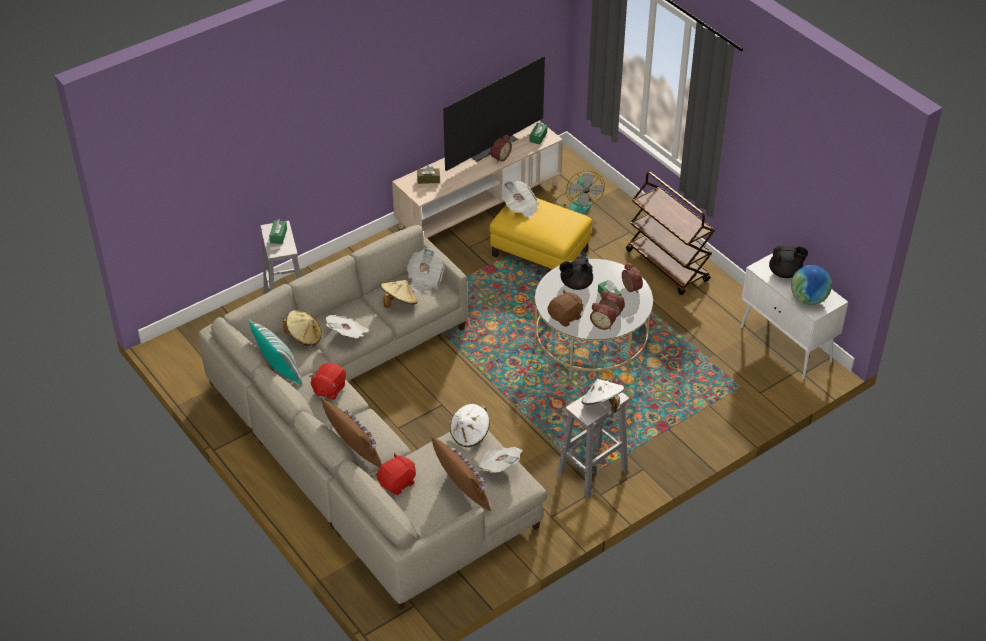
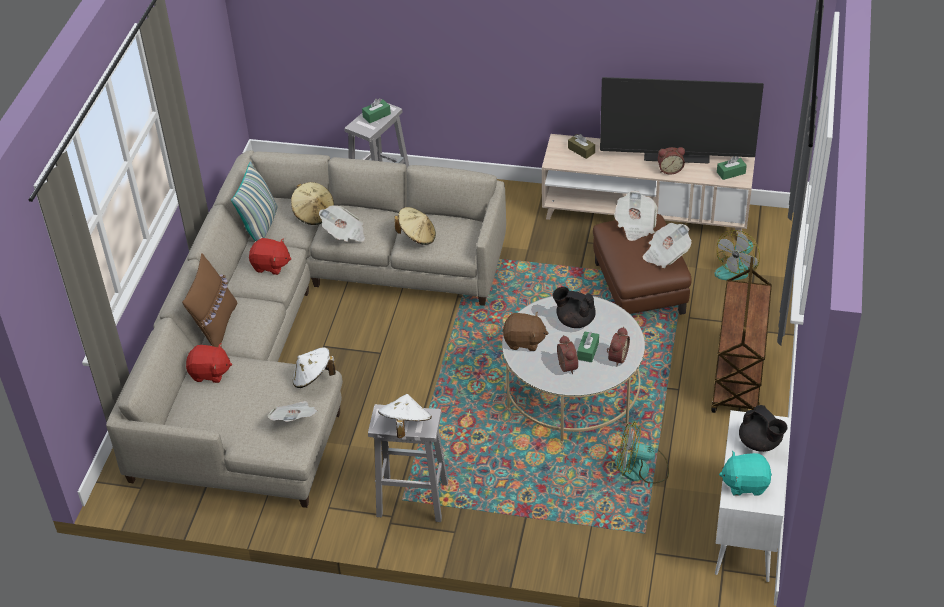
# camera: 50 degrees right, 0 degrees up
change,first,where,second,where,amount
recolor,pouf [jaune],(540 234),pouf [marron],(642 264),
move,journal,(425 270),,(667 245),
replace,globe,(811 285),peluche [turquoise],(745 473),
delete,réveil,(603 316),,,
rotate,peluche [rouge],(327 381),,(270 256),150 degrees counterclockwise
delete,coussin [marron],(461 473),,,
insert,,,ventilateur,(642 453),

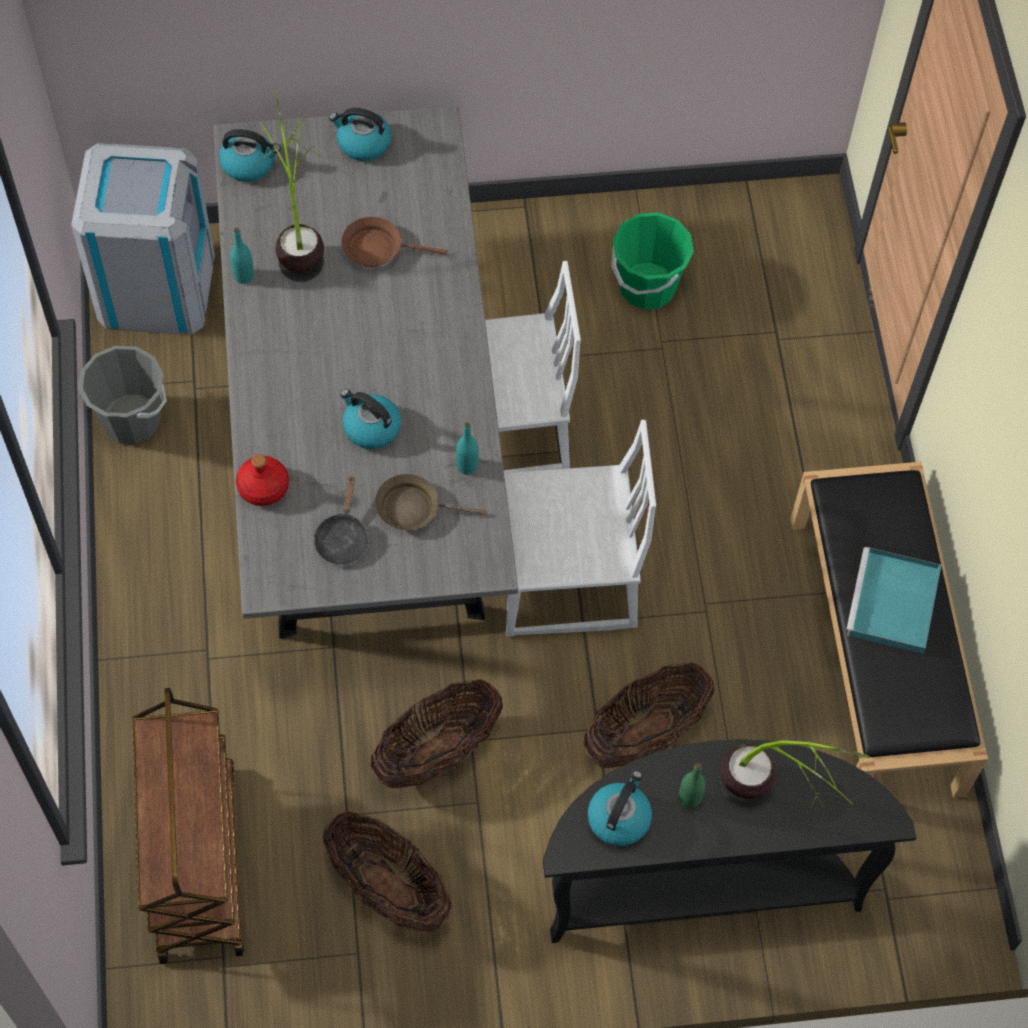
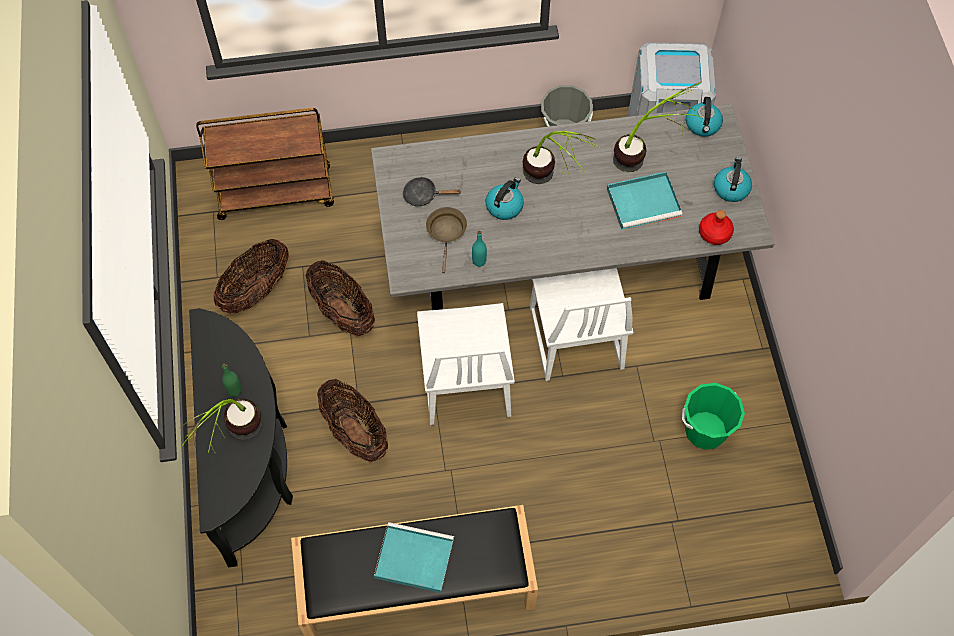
# camera: 90 degrees right, 0 degrees up
change,first,where,second,where,amount
replace,poêle [marron],(394 242),plateau [turquoise],(645 200),
delete,bouteille [turquoise],(242 256),,,
move,bouteille [rouge],(262 480),,(716 227),
delete,bouilloire,(619 808),,,
insert,,,plante en pot,(561 157),

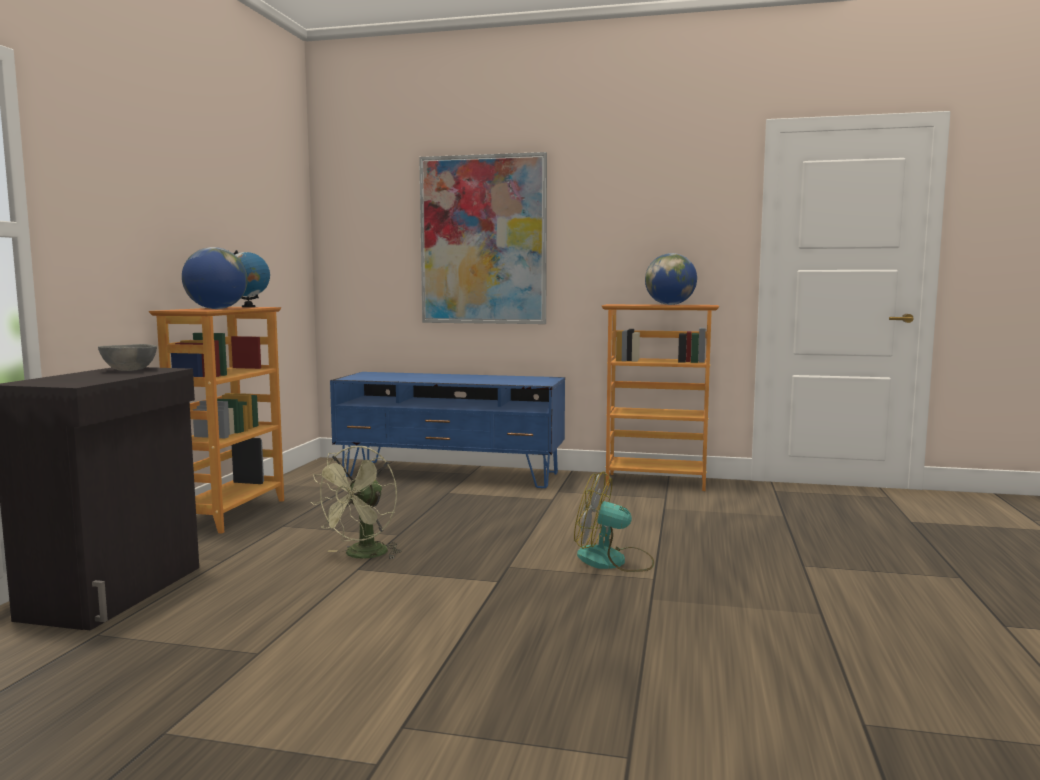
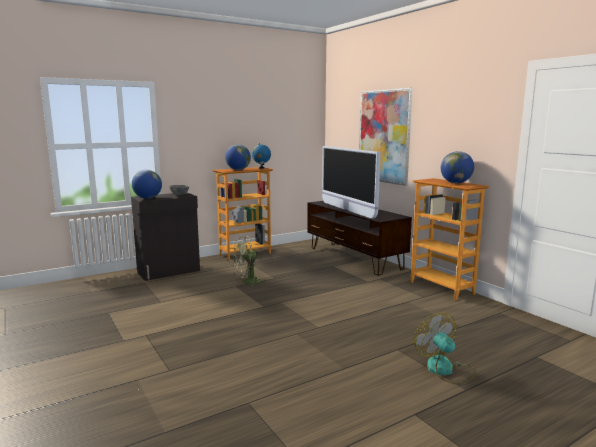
# camera: 45 degrees right, 5 degrees up
change,first,where,second,where,amount
recolor,meuble télé [bleu],(447 430),meuble télé [marron],(359 238),
move,ventilateur,(614 522),,(445 349),
insert,,,téléviseur,(351 182),
insert,,,globe,(147 184),

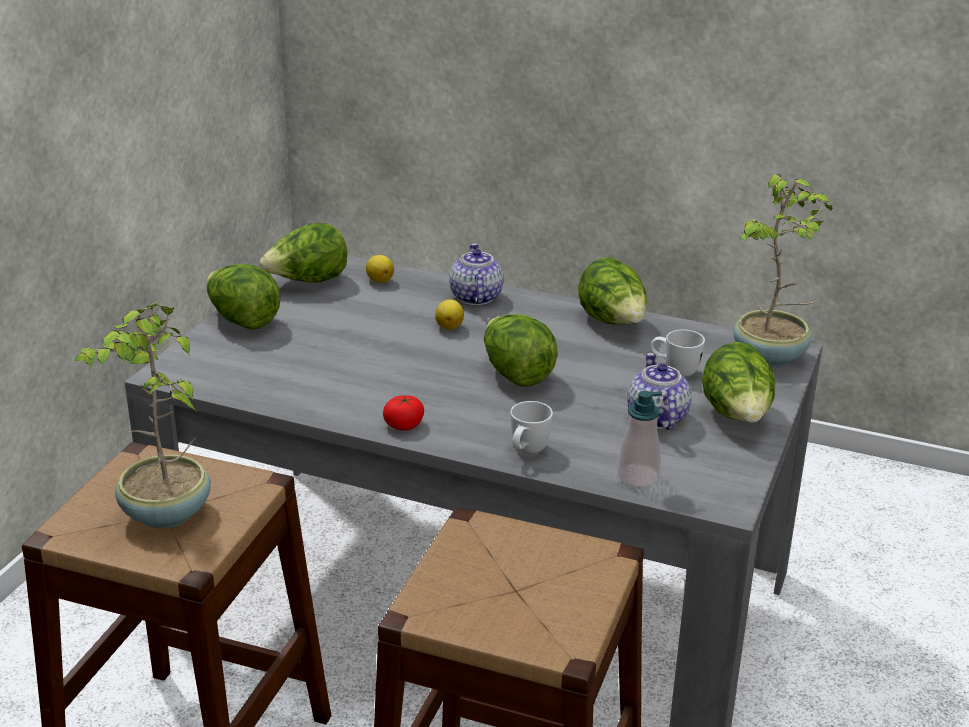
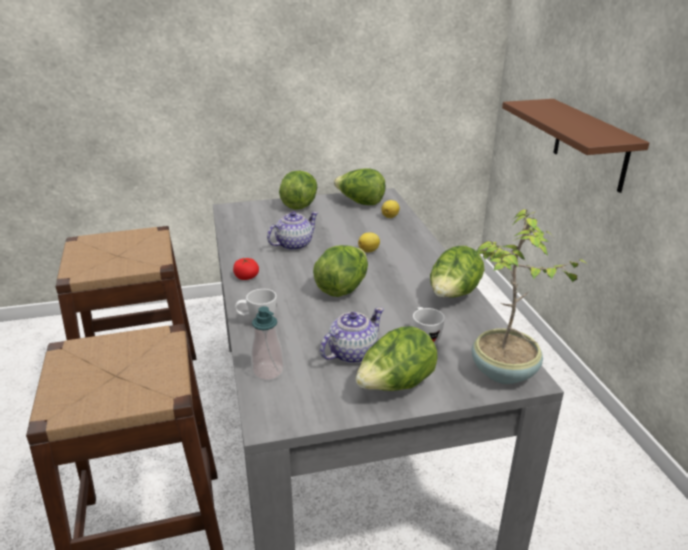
# camera: 55 degrees right, 0 degrees up
change,first,where,second,where,amount
move,théière,(476 274),,(292 231),
delete,plante en pot,(142 414),,,
insert,,,étagère [marron],(575 146),

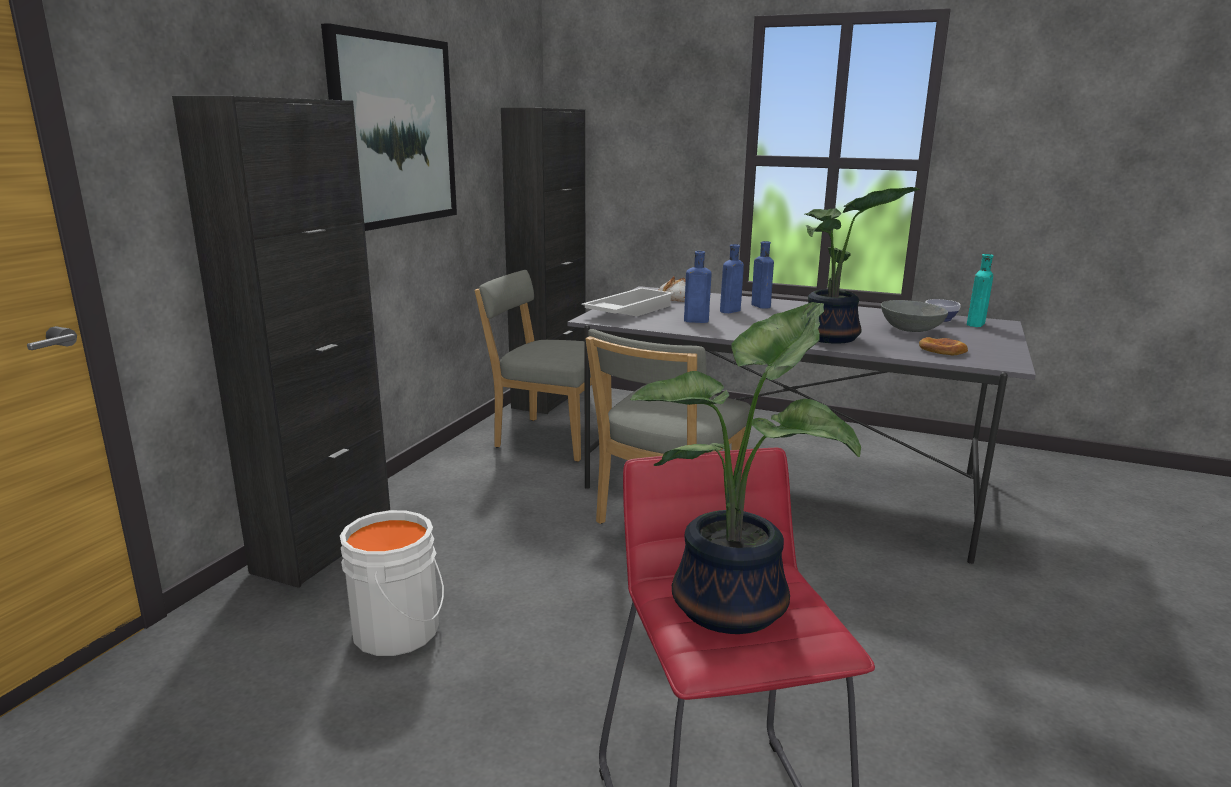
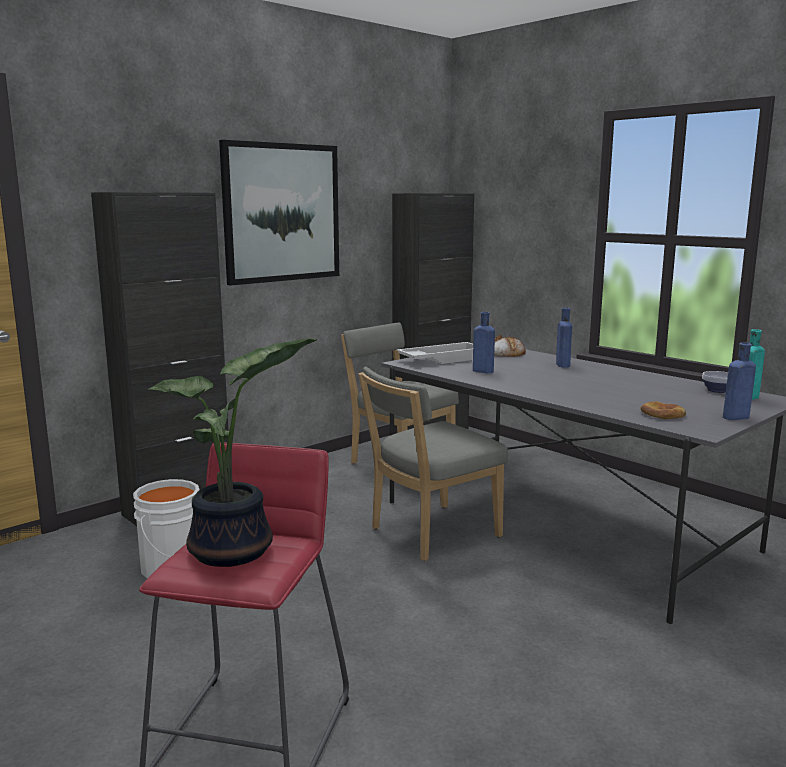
# camera: 25 degrees right, 5 degrees down
change,first,where,second,where,amount
delete,plante en pot,(862 265),,,
move,bouteille [bleu],(732 278),,(739 381),
delete,bol [gris],(914 316),,,

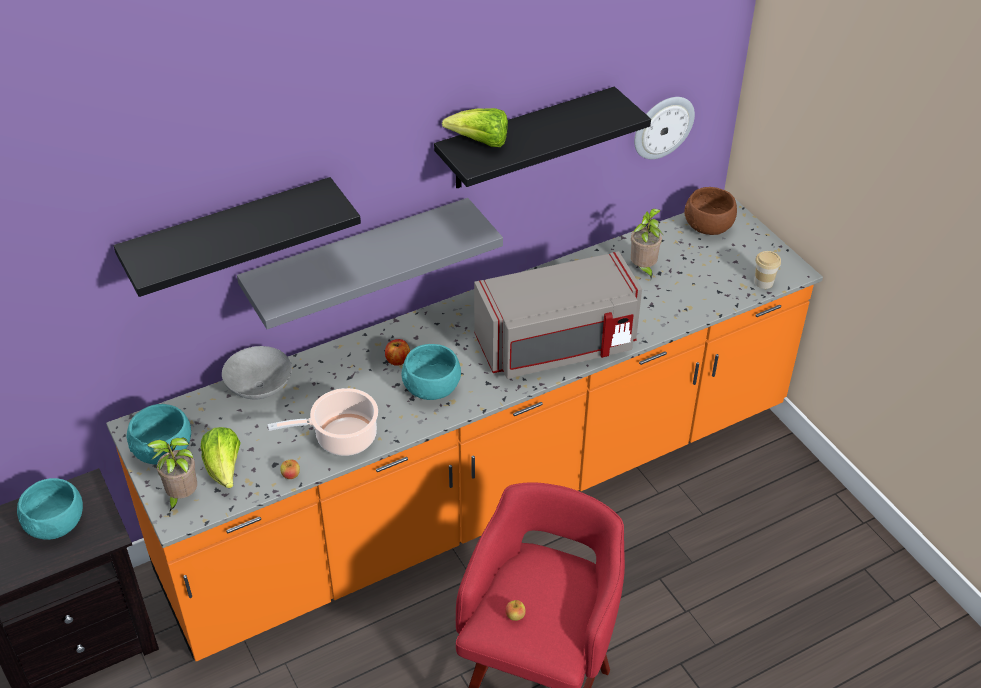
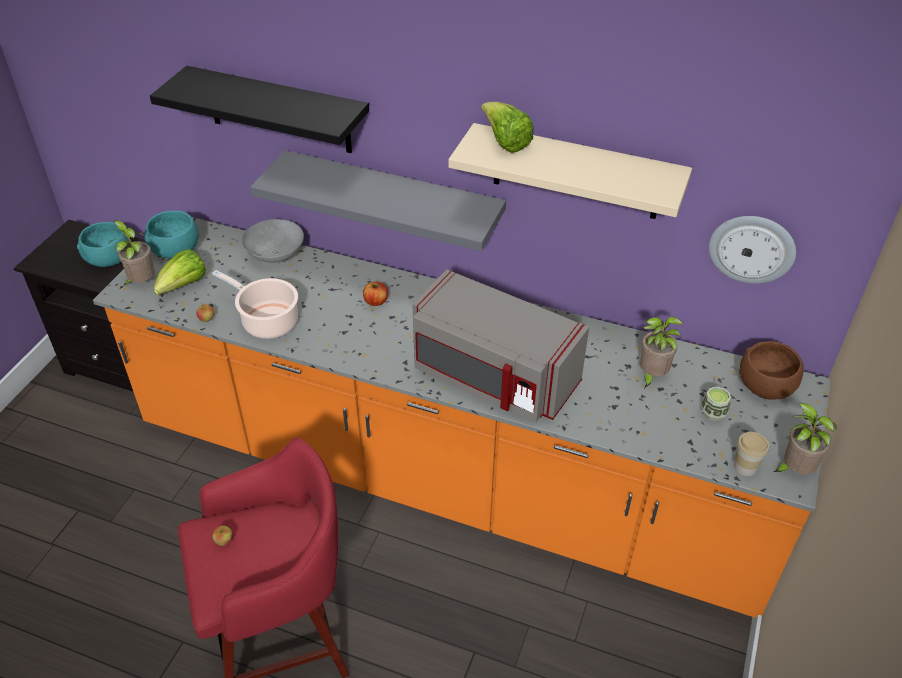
# camera: 50 degrees right, 0 degrees up
change,first,where,second,where,amount
recolor,étagère [noir],(542 137),étagère [beige],(570 171),
delete,bol [turquoise],(431 372),,,
insert,,,tasse,(716 403),
insert,,,plante en pot,(805 438),

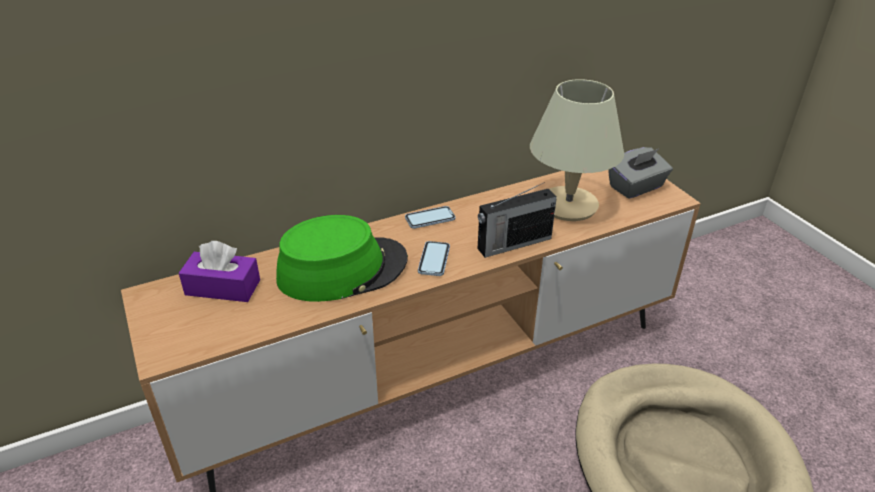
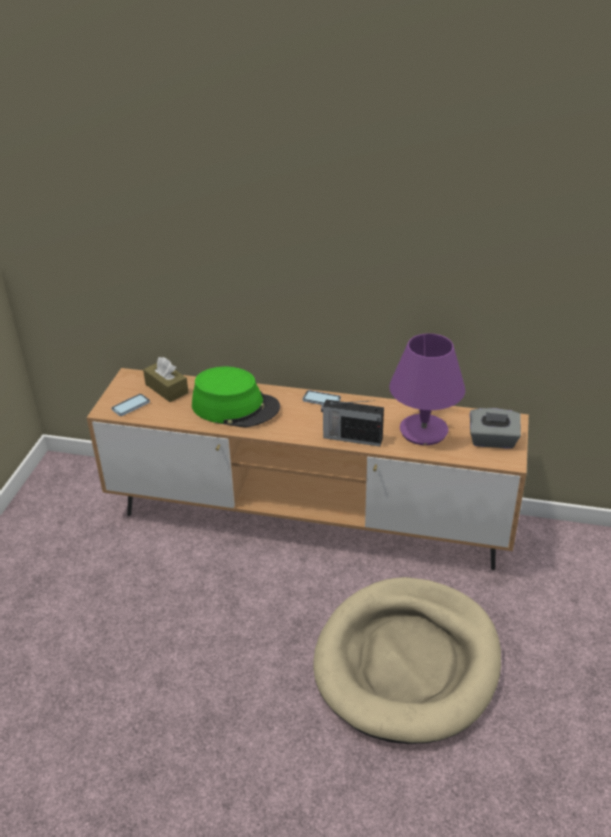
# camera: 40 degrees right, 0 degrees up
change,first,where,second,where,amount
recolor,lampe de table [beige],(577 150),lampe de table [violet],(427 389),
recolor,boîte à mouchoirs [violet],(219 271),boîte à mouchoirs [marron],(166 379),
move,téléphone,(434 258),,(130 405),

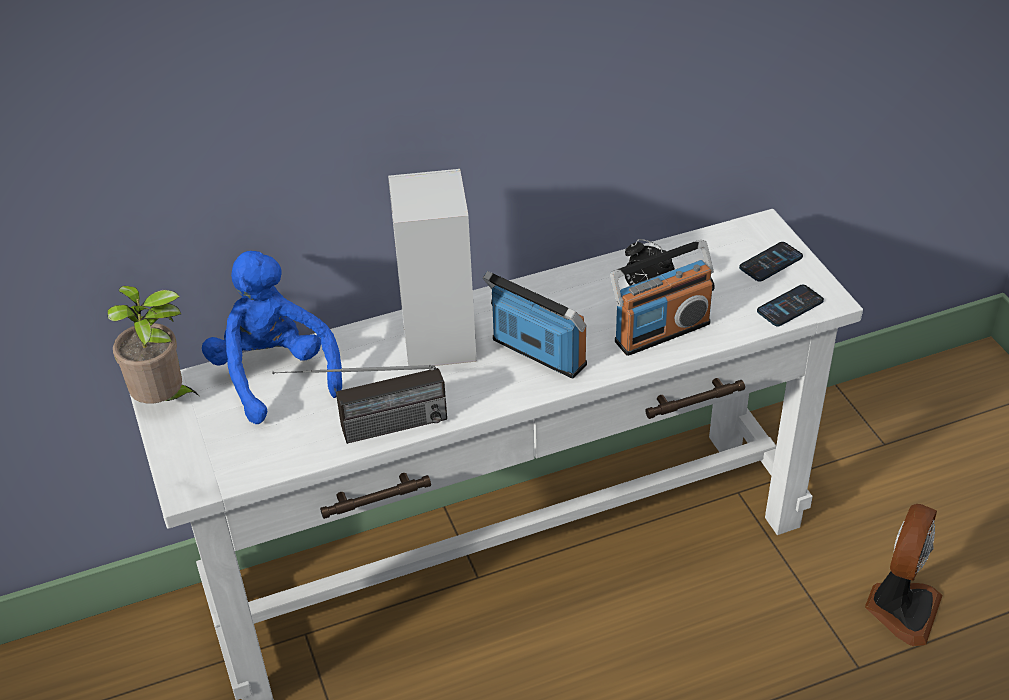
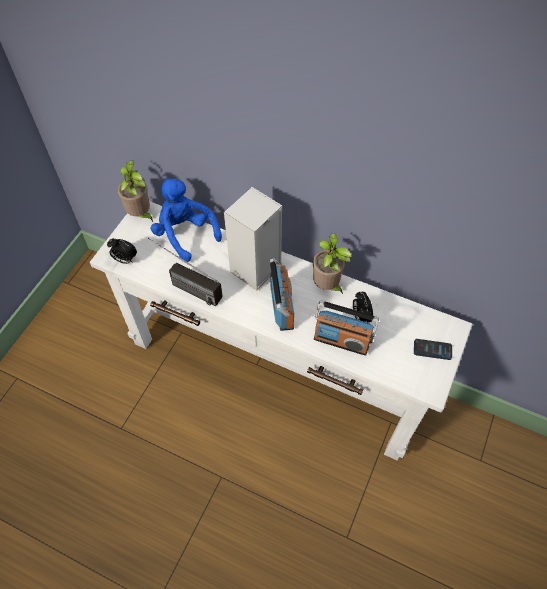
# camera: 45 degrees right, 15 degrees up
change,first,where,second,where,amount
rotate,peluche [bleu],(272 337),,(186 220),60 degrees counterclockwise
delete,téléphone,(790 305),,,
delete,ventilateur,(904 575),,,
insert,,,plante en pot,(332 263),
insert,,,réveil,(122 251),

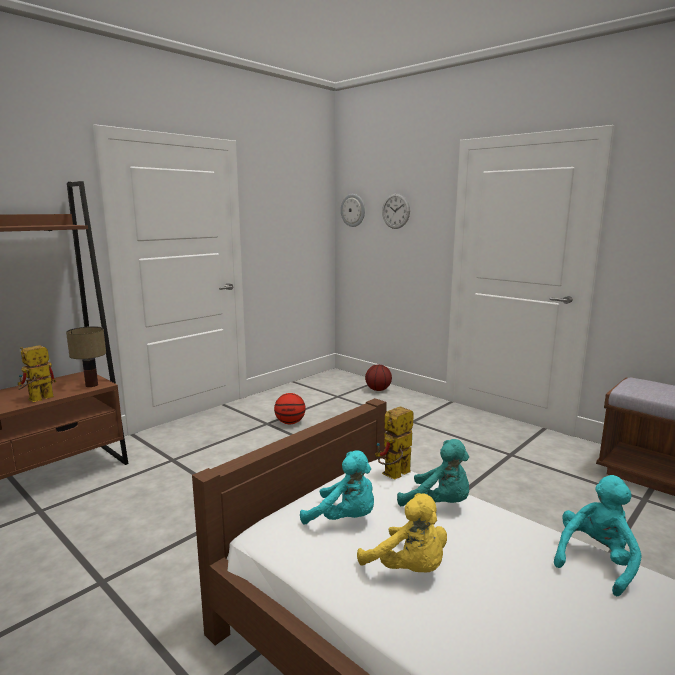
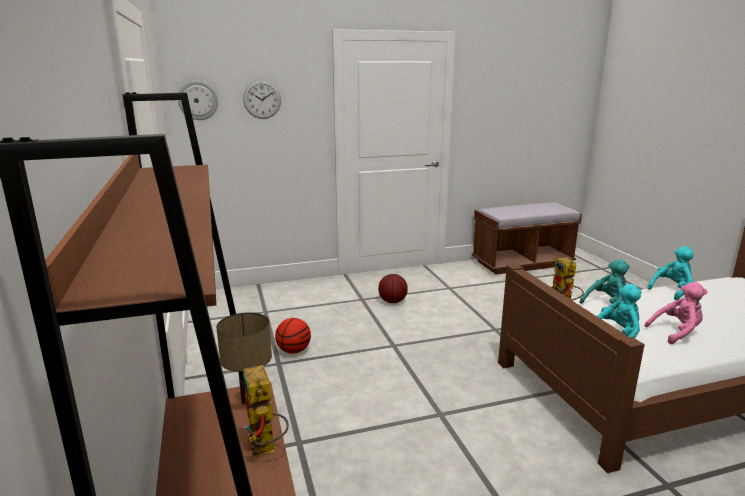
# camera: 60 degrees left, 5 degrees up
change,first,where,second,where,amount
move,ballon de basket,(378 377),,(393 288),
rotate,peluche [turquoise],(598 535),,(670 273),75 degrees clockwise
recolor,peluche [jaune],(402 533),peluche [rose],(675 313),

